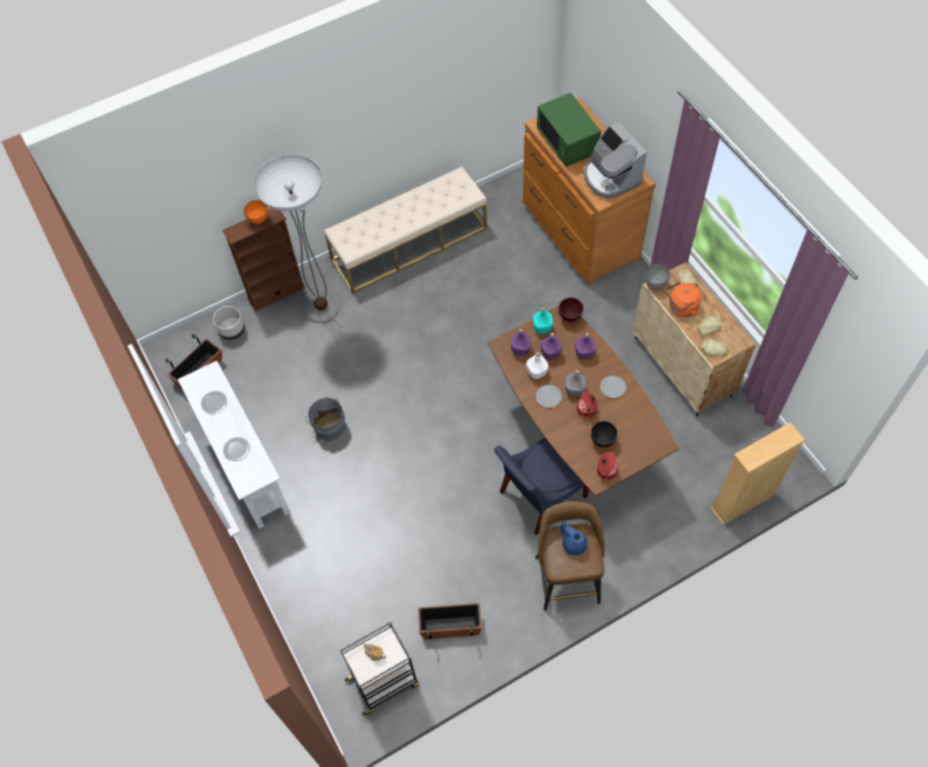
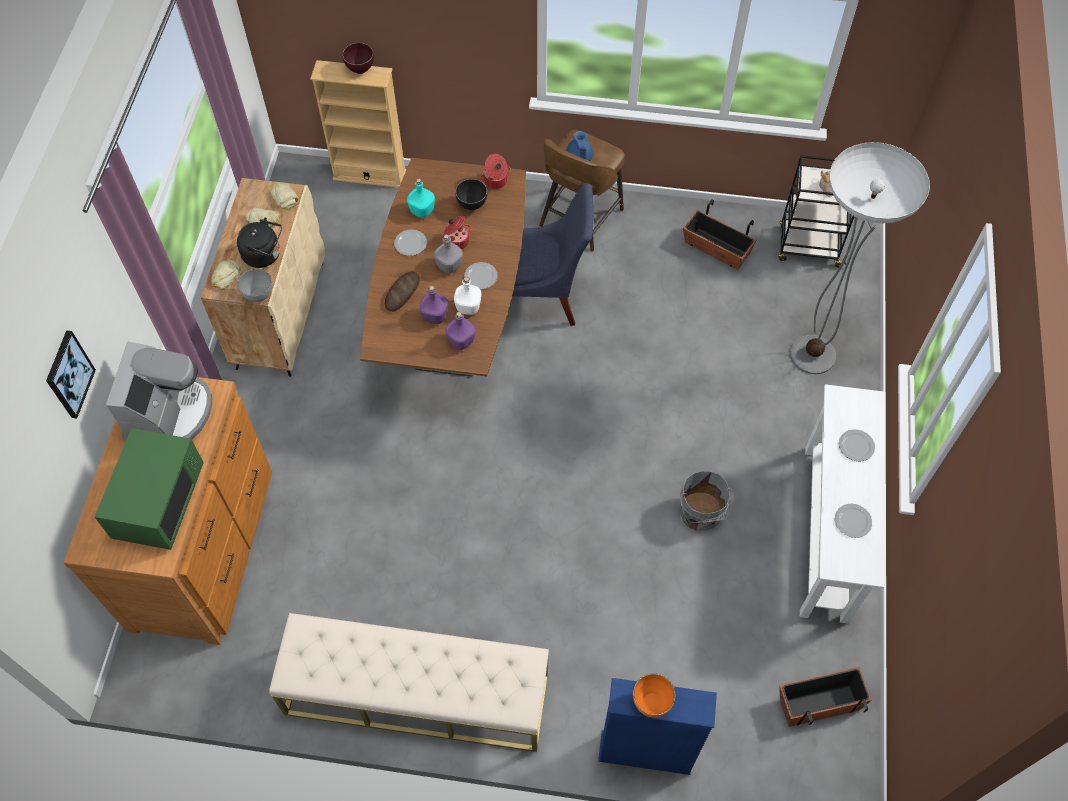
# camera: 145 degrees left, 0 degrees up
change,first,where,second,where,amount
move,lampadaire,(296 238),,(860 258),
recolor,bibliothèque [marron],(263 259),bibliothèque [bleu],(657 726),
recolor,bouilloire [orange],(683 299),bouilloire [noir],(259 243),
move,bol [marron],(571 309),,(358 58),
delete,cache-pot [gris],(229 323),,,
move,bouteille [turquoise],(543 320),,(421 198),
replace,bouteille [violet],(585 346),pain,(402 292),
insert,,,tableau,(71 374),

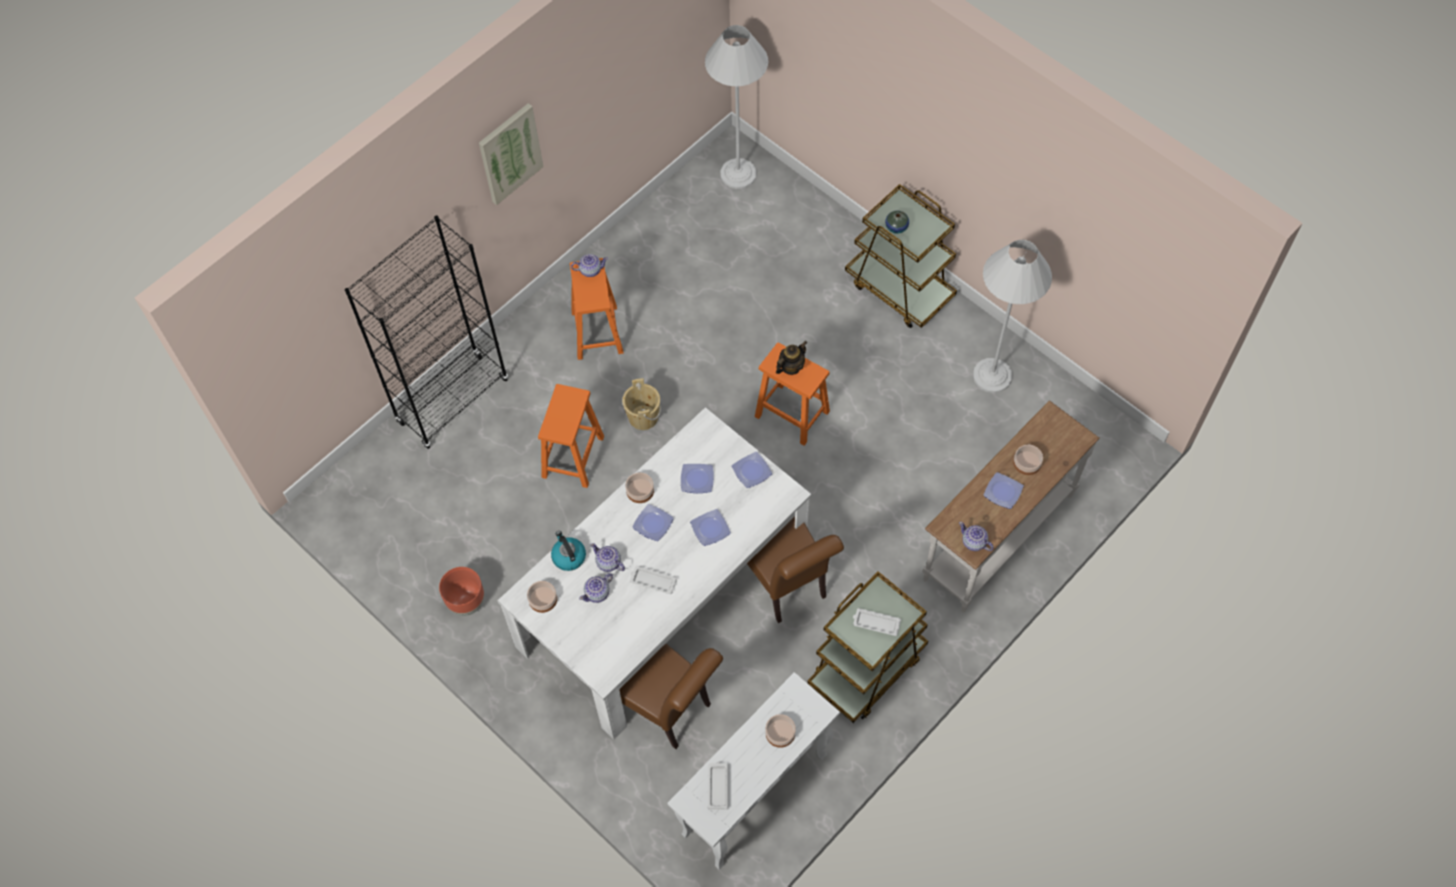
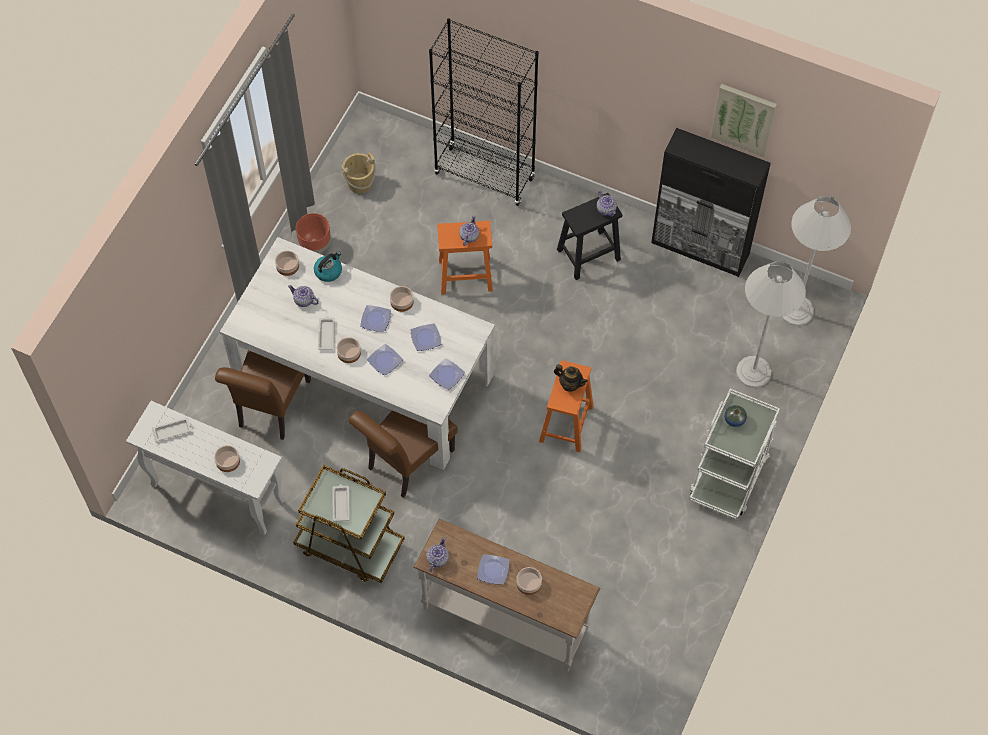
# camera: 70 degrees right, 0 degrees up
change,first,where,second,where,amount
move,tableau,(511 154),,(744 120),
recolor,chariot [marron],(901 256),chariot [blanc],(734 454),
move,lampadaire [blanc],(1012 316),,(771 324),
recolor,tabouret [orange],(597 309),tabouret [noir],(589 236),
move,seau [beige],(641 404),,(358 172),
move,théière,(608 557),,(469 230),
insert,,,meuble de rangement [noir],(711 202),
insert,,,bol,(349 350),

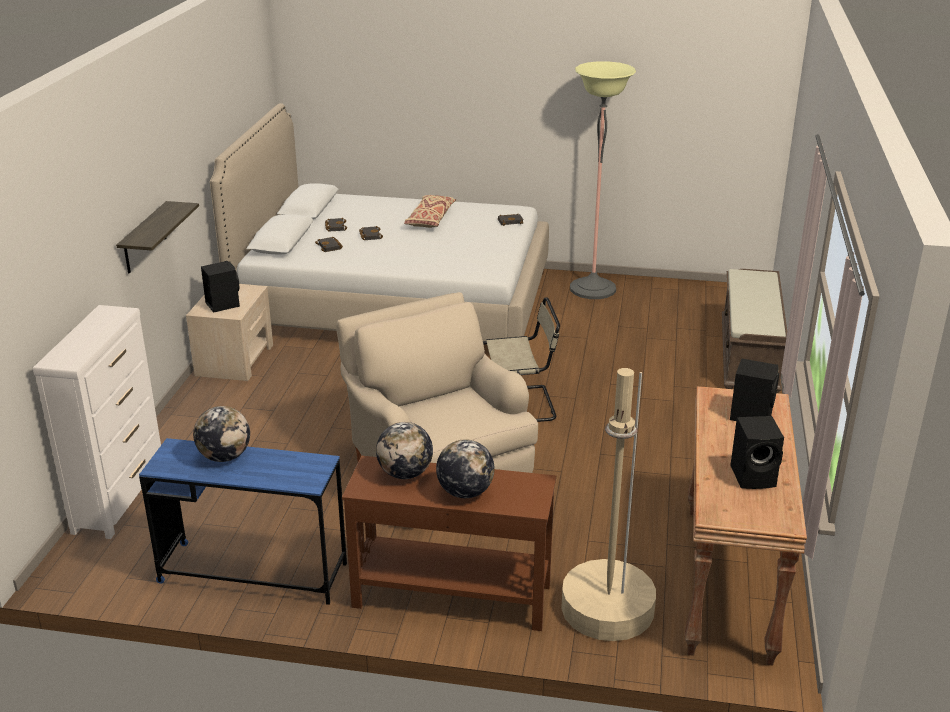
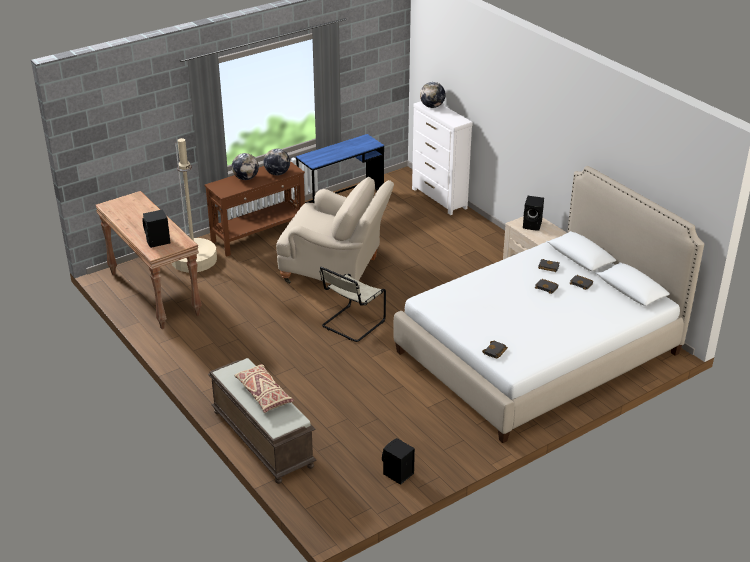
# camera: 135 degrees right, 5 degrees up
change,first,where,second,where,amount
delete,lampadaire,(603 180),,,
move,coussin [beige],(430 211),,(264 388),
delete,étagère,(157 237),,,
move,globe,(221 434),,(433 95),
move,enceinte [noir],(757 452),,(398 461),

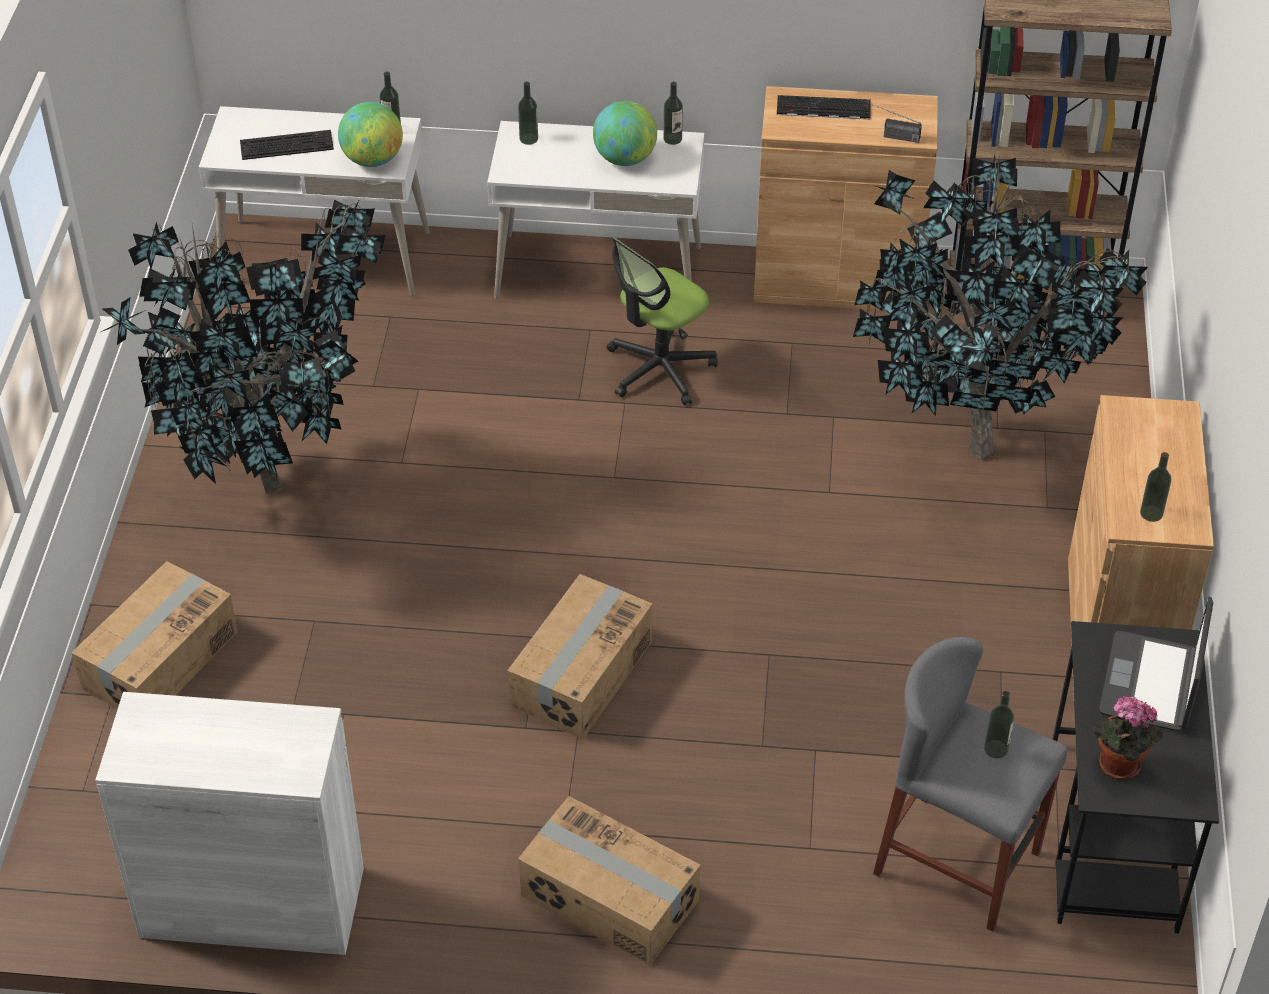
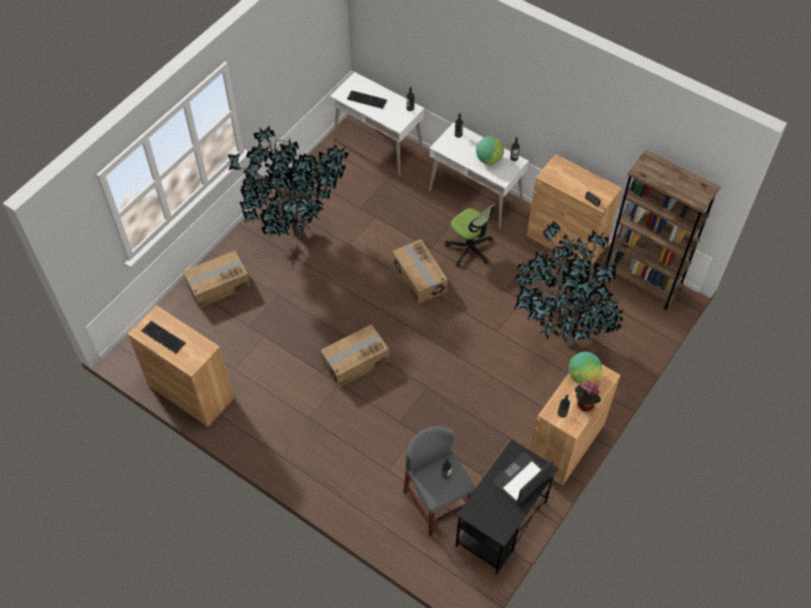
# camera: 30 degrees right, 10 degrees up
change,first,where,second,where,amount
move,clavier,(824 107),,(163 337),
move,globe,(370 134),,(585 368),
rotate,chaise de bureau,(662 321),,(470 235),120 degrees counterclockwise
recolor,meuble de rangement [blanc],(229 823),meuble de rangement [marron],(181 366),
move,plante en pot,(1128 738),,(588 396),
move,carton,(609 881),,(420 271),

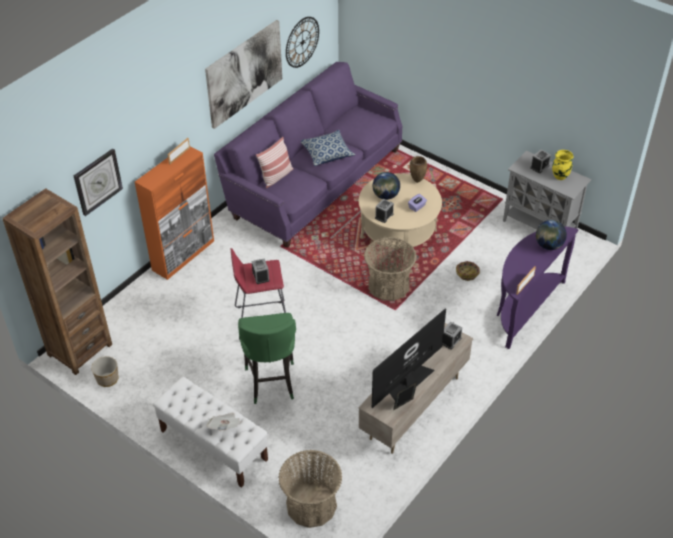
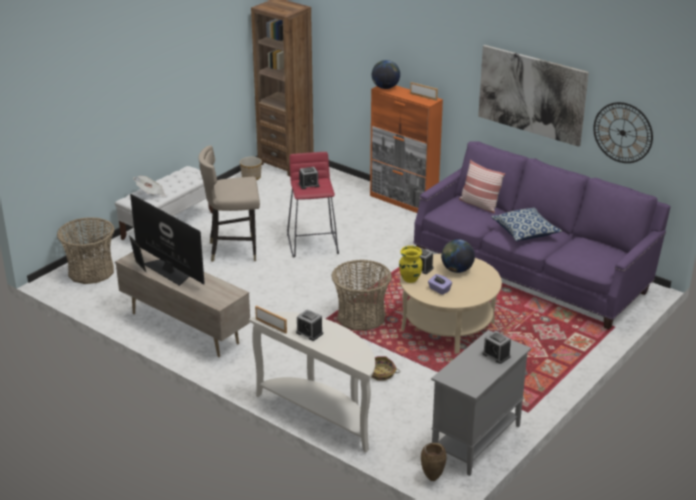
# camera: 90 degrees right, 15 degrees down
change,first,where,second,where,amount
delete,horloge murale,(98 182),,,
move,vase [jaune],(563 165),,(411 264),
move,vase [marron],(418 169),,(433 462),
move,globe,(551 235),,(386 74),
recolor,table console [violet],(538 287),table console [blanc],(312 382),
recolor,tabouret [vert],(267 358),tabouret [beige],(229 203),
move,réveil,(452 335),,(309 325),

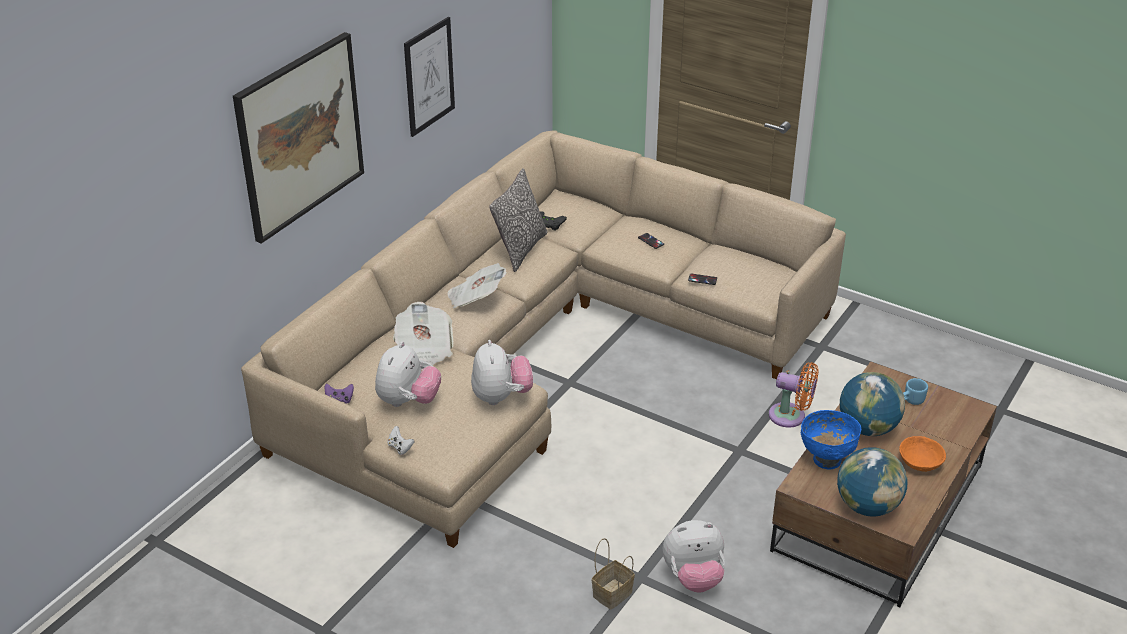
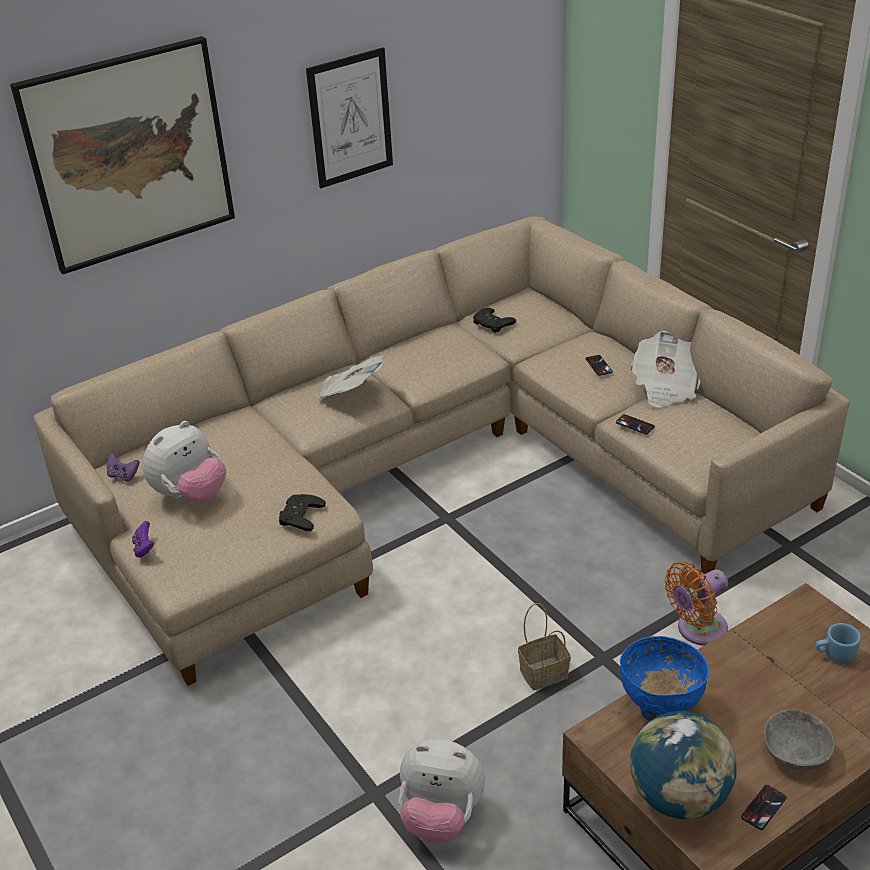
# camera: 25 degrees right, 0 degrees up
change,first,where,second,where,amount
delete,coussin,(518 220),,,
move,journal,(423 336),,(665 369),
replace,peluche,(502 372),manette [noir],(302 512),
rotate,ventilateur [orange],(794 395),,(696 604),105 degrees clockwise
delete,globe,(872 404),,,
recolor,manette [blanc],(400 440),manette [violet],(143 539),
recolor,bol [orange],(922 454),bol [gris],(799 740),
move,panier,(613 573),,(544 646),
insert,,,téléphone,(764 807),

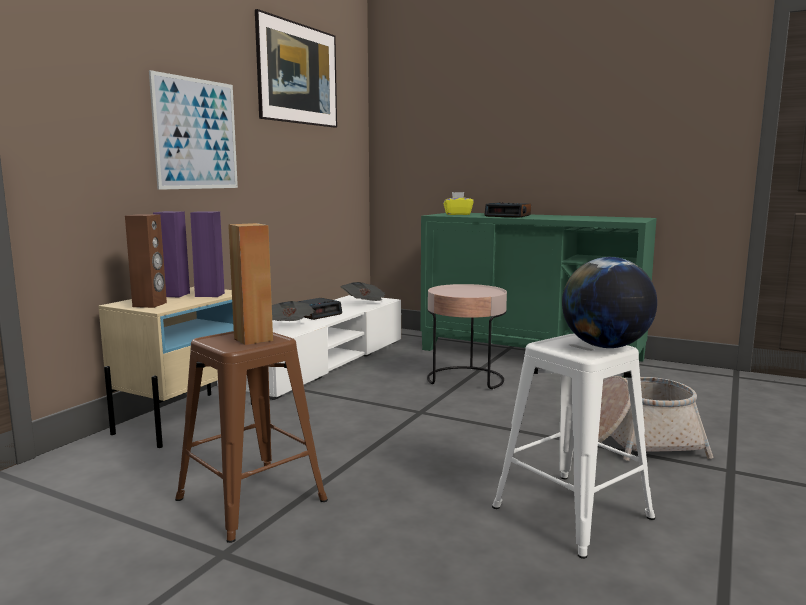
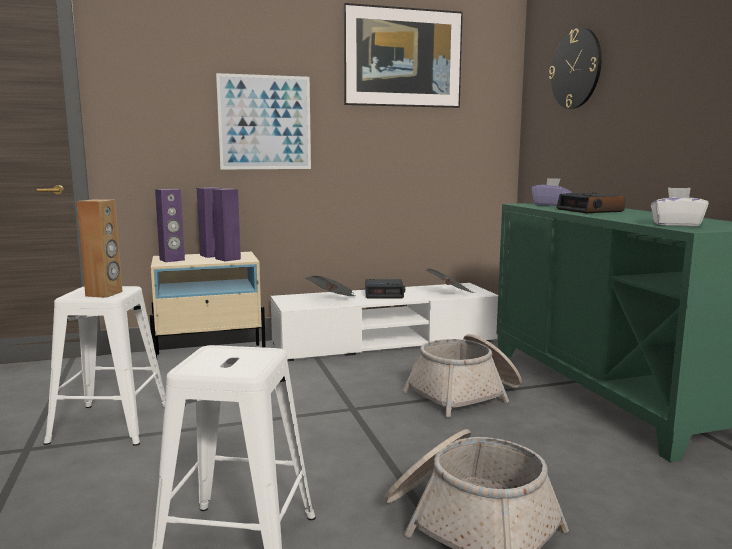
# camera: 45 degrees right, 0 degrees up
change,first,where,second,where,amount
recolor,boîte à mouchoirs [jaune],(458 203),boîte à mouchoirs [violet],(551 192),
recolor,enceinte [marron],(146 261),enceinte [violet],(170 225),
delete,globe,(609 302),,,
replace,table d'appoint [rose],(467 336),panier,(462 376),
recolor,tabouret [marron],(251 437),tabouret [blanc],(104 366),
insert,,,horloge murale,(575 68),
insert,,,boîte à mouchoirs [blanc],(680 207),

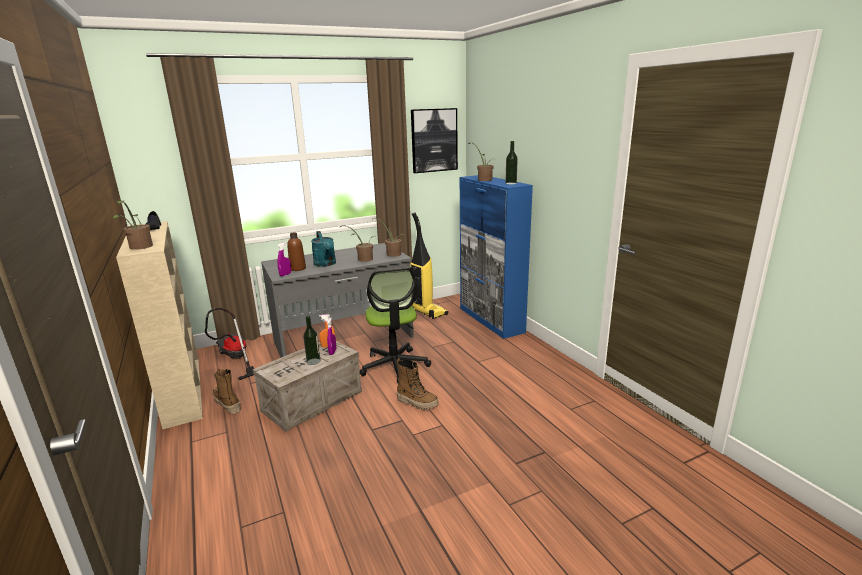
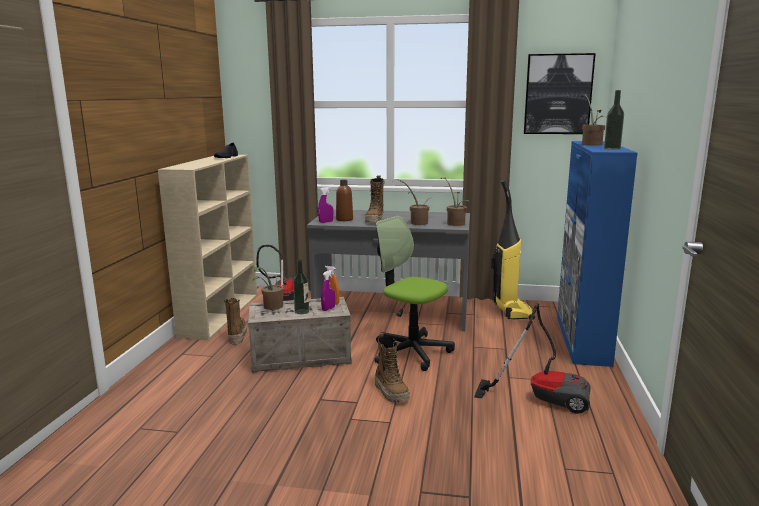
# camera: 35 degrees right, 5 degrees down
change,first,where,second,where,amount
move,plante en pot,(133 225),,(268 288),
replace,arrosoir [turquoise],(323 249),botte,(375 199),
rotate,chaise de bureau,(395 325),,(414 293),105 degrees clockwise
insert,,,aspirateur,(532 358),

